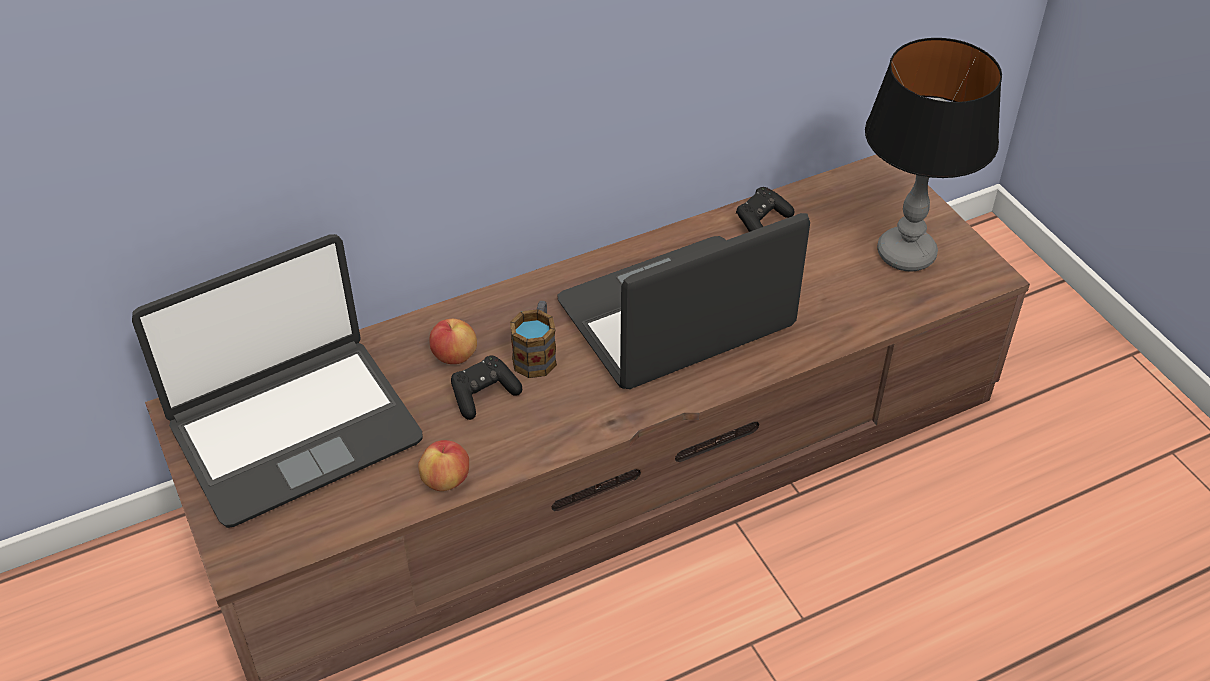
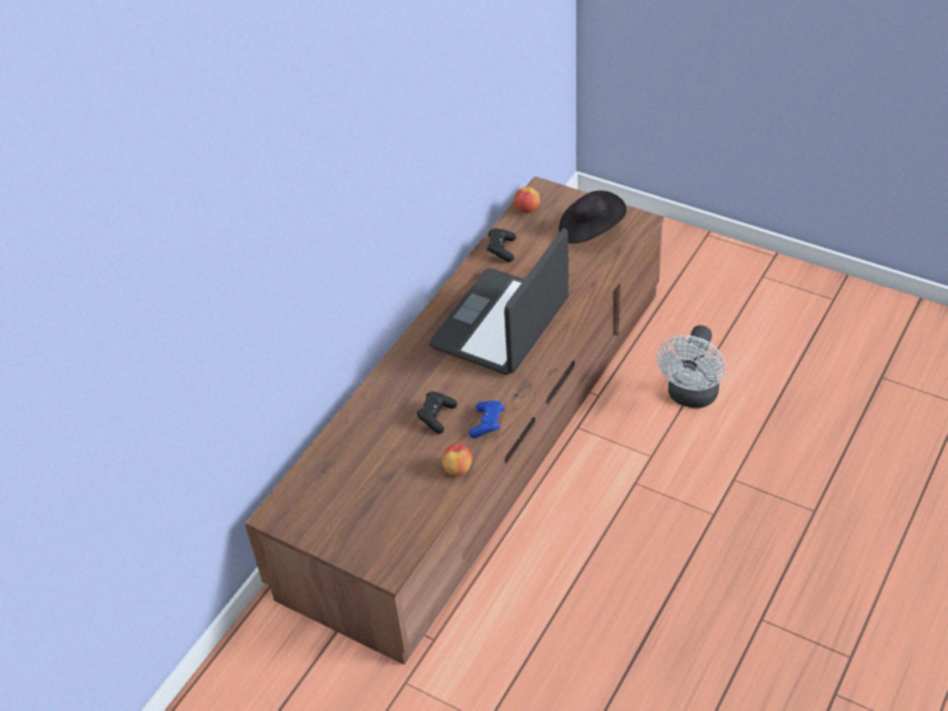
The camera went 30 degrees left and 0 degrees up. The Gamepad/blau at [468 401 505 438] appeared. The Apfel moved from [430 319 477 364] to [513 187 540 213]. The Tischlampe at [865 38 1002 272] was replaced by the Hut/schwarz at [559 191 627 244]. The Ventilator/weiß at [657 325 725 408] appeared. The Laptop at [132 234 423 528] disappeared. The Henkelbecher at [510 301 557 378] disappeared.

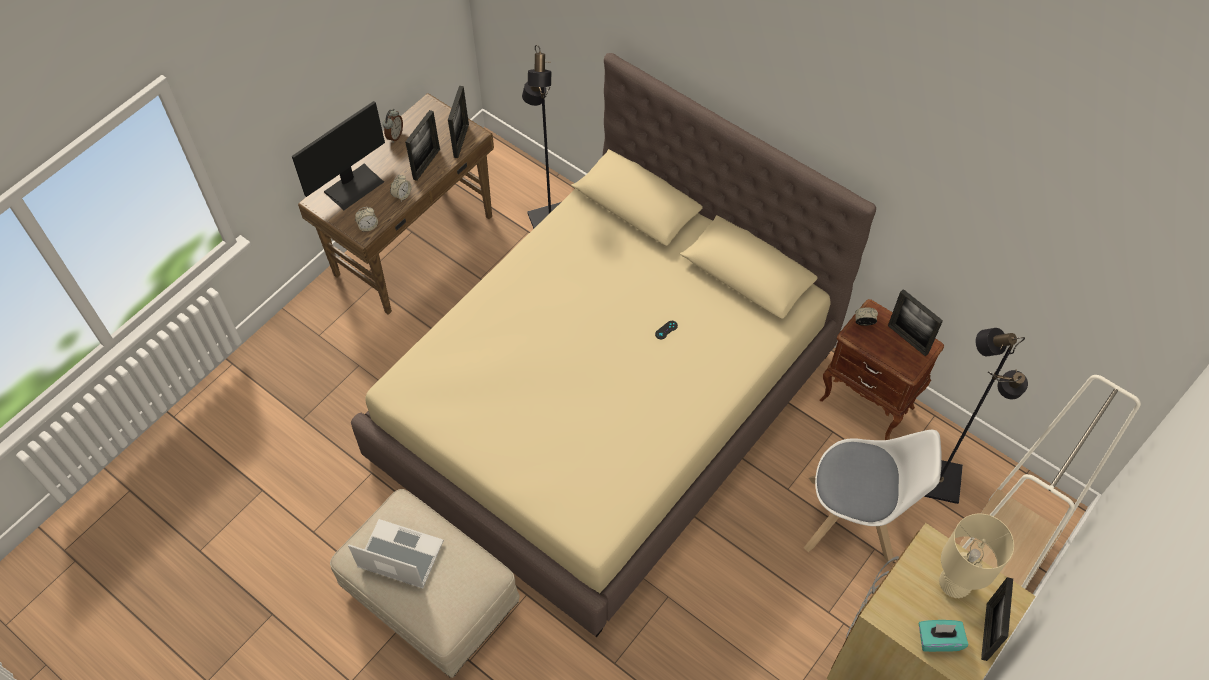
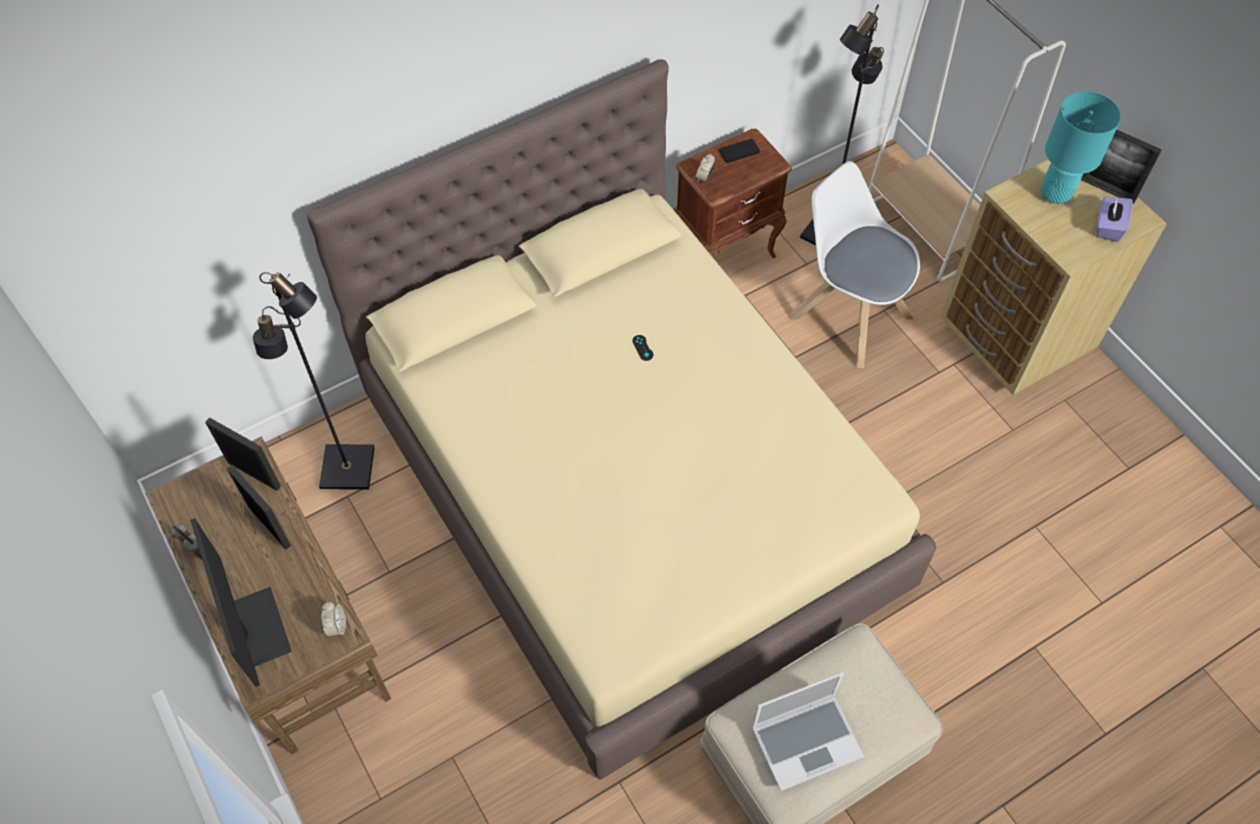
The camera went 70 degrees left and 0 degrees up. The Bilderrahmen at [888 289 943 357] was replaced by the Gamepad/schwarz at [719 139 760 163]. The Laptop at [348 519 444 589] turned 150 degrees counterclockwise. The Stuhl at [804 430 942 563] turned 75 degrees counterclockwise. The Tischlampe/beige at [939 514 1014 598] became the Tischlampe/türkis at [1041 91 1121 204]. The Taschentuchbox/türkis at [919 620 968 652] became the Taschentuchbox/lila at [1096 197 1133 242]. The Wecker at [390 175 411 201] disappeared.

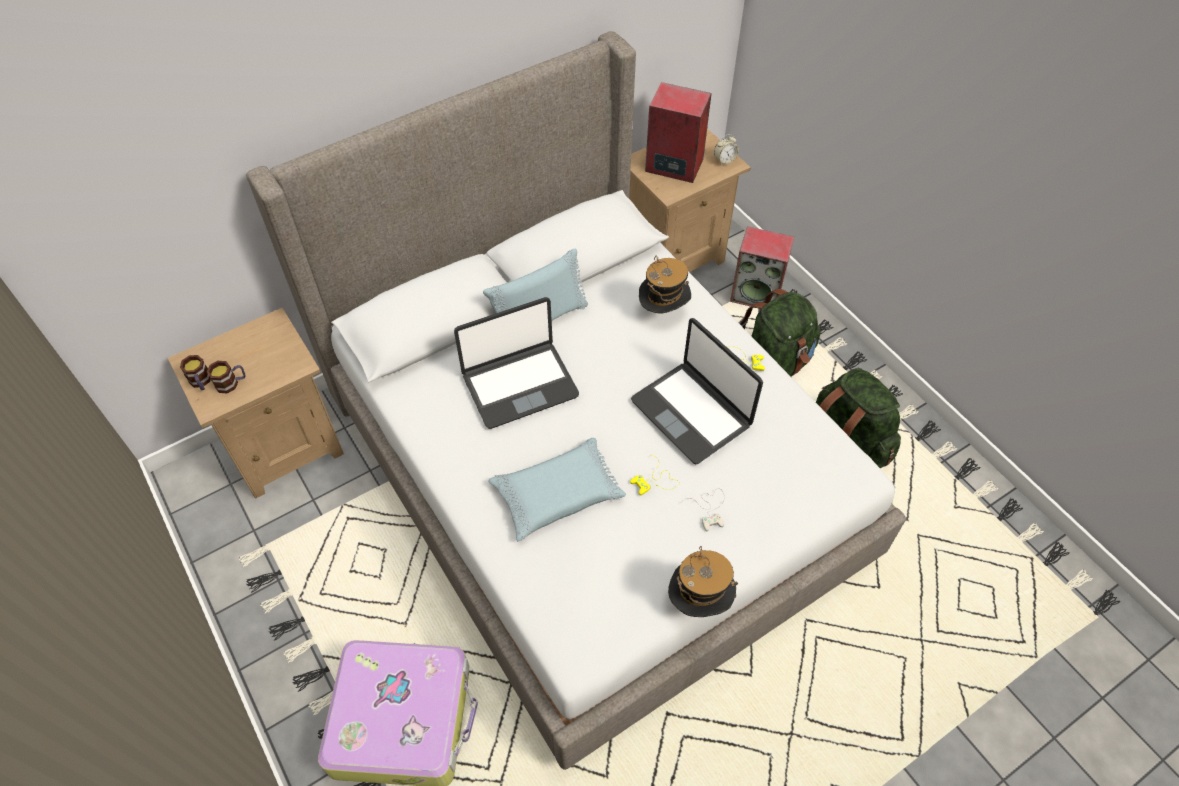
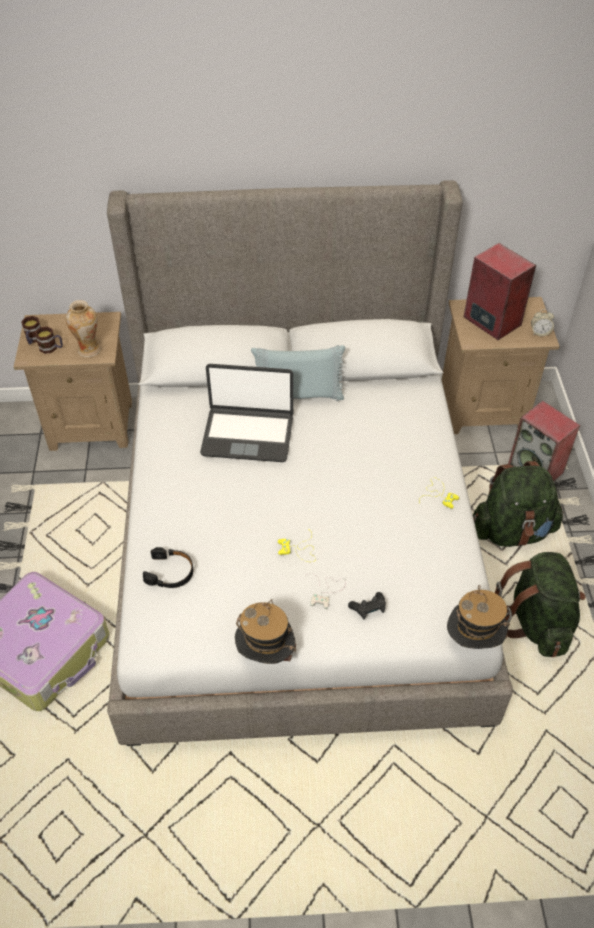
The camera went 30 degrees right and 5 degrees down. The Vase at [66 300 101 357] appeared. The Kopfhörer/schwarz at [143 547 193 588] appeared. The Gamepad/schwarz at [348 592 386 619] appeared. The Hut moved from [639 256 691 314] to [447 585 510 649]. The Kissen/blau at [488 438 626 541] disappeared. The Laptop at [631 318 763 464] disappeared.

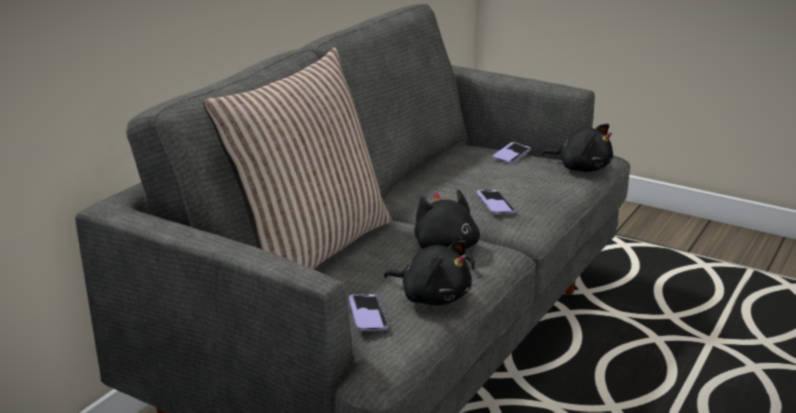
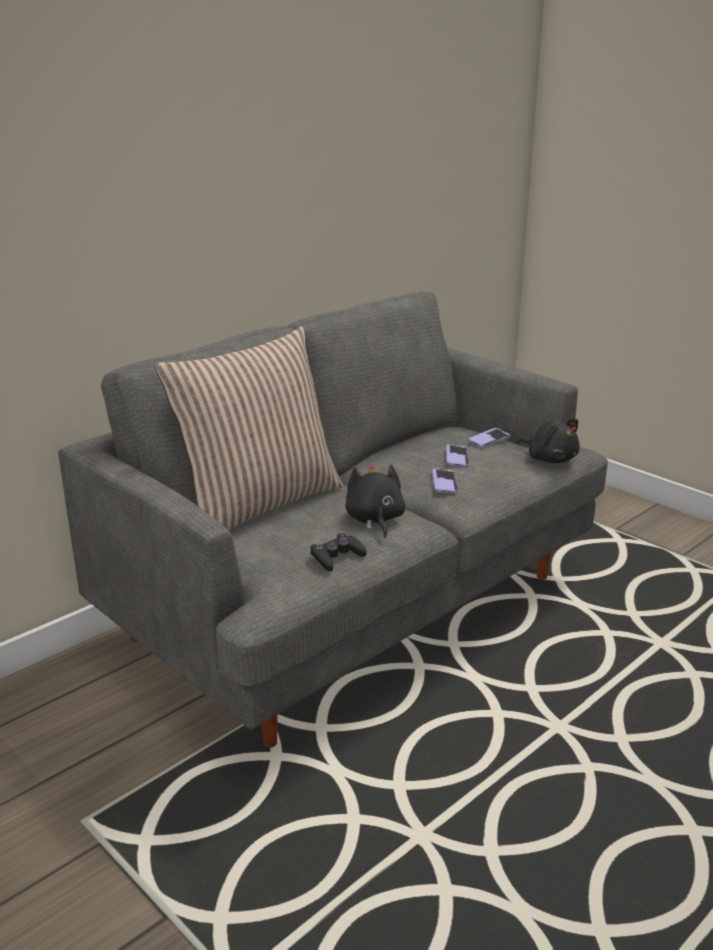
The camera went 15 degrees right and 0 degrees up. The Plüschtier/schwarz at [384 240 472 305] was replaced by the Gamepad/schwarz at [310 533 367 571]. The Handy moved from [348 294 388 331] to [446 445 469 467].

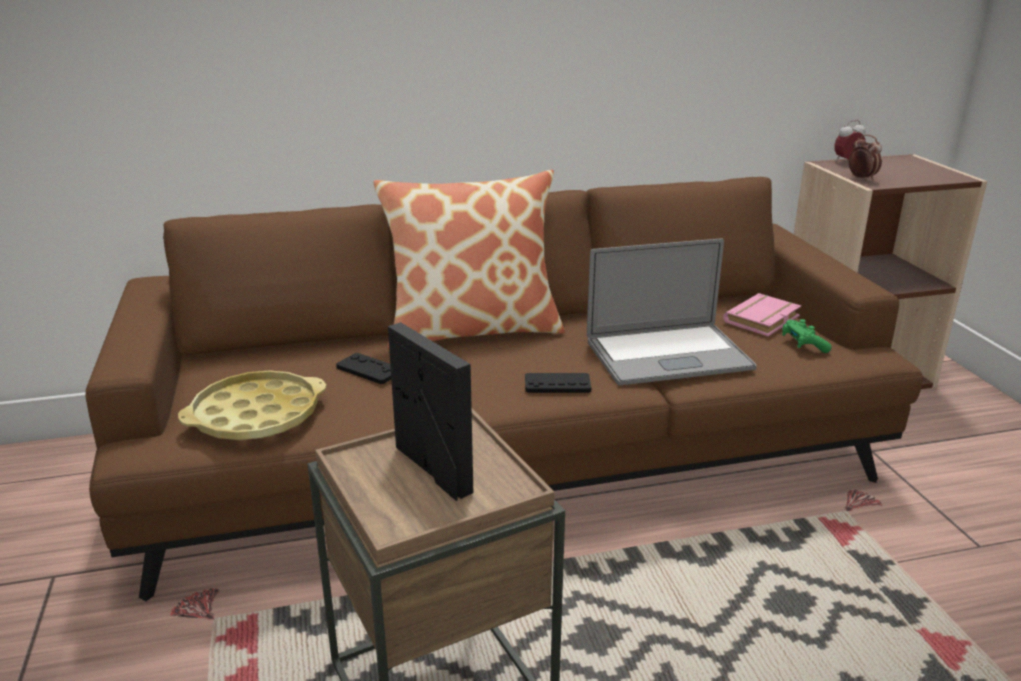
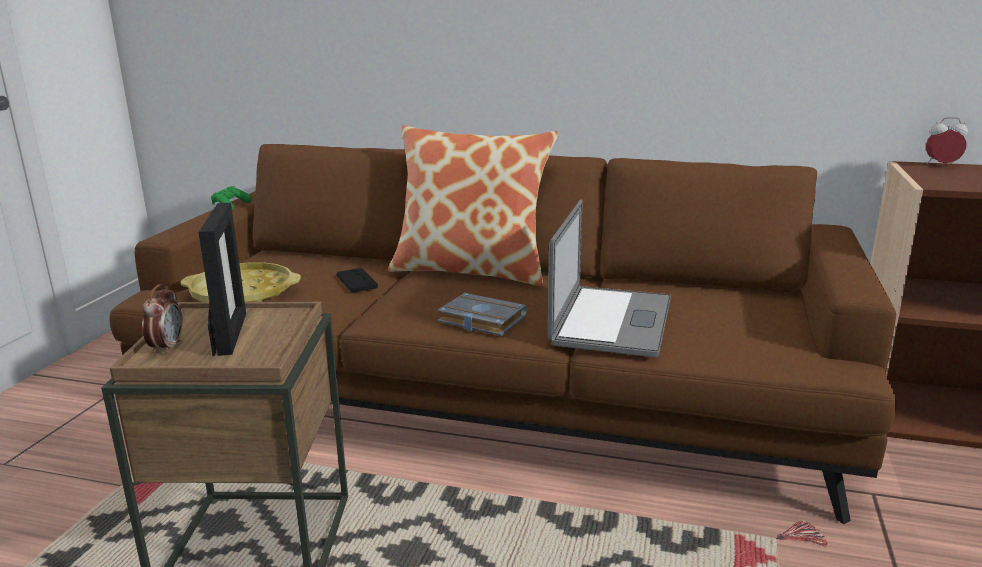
The camera went 30 degrees right and 5 degrees down. The Wecker moved from [849 135 882 181] to [142 284 183 355]. The Gamepad/grün moved from [782 319 832 353] to [211 186 252 211]. The Gamepad/schwarz at [525 373 591 393] was replaced by the Buch/grau at [437 293 528 336]. The Laptop at [587 238 757 386] turned 90 degrees counterclockwise. The Buch/rosa at [723 293 801 336] disappeared.

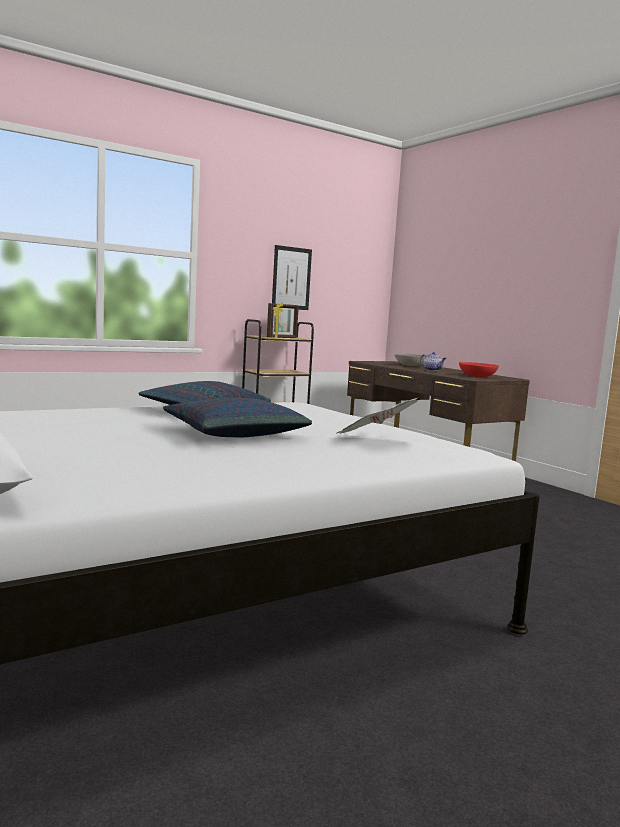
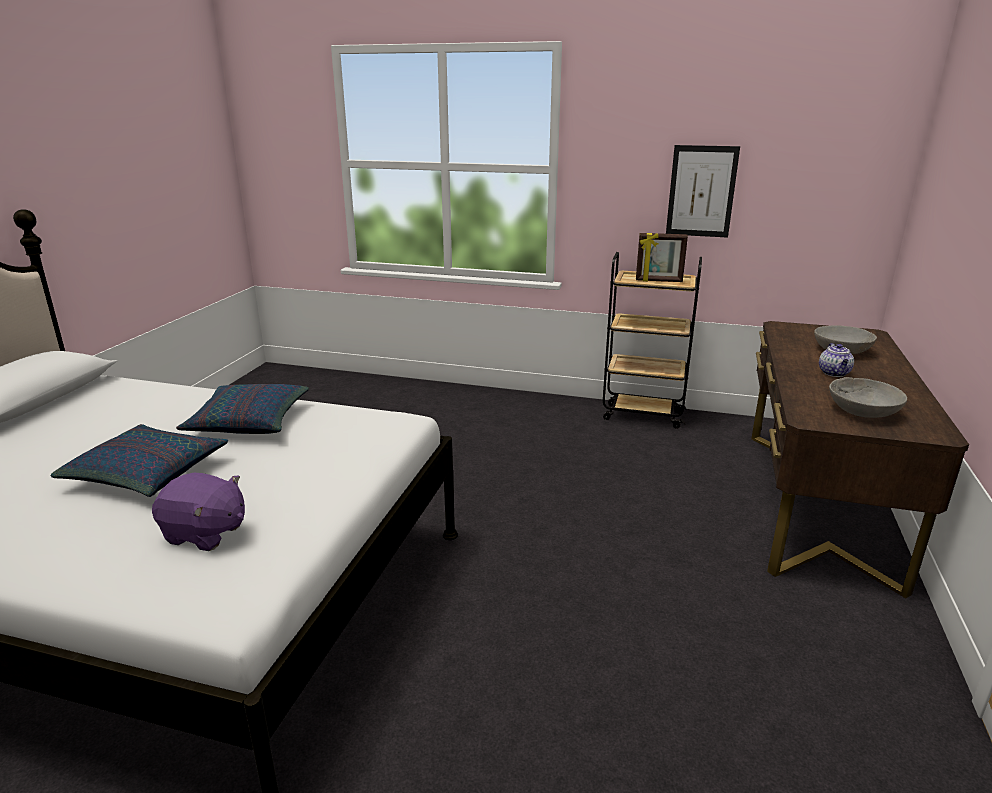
The camera went 50 degrees right and 15 degrees up. The Zeitung at [336 397 419 434] was replaced by the Plüschtier/lila at [152 473 245 551]. The Schüssel/rot at [459 362 499 377] became the Schüssel/grau at [829 377 907 418].

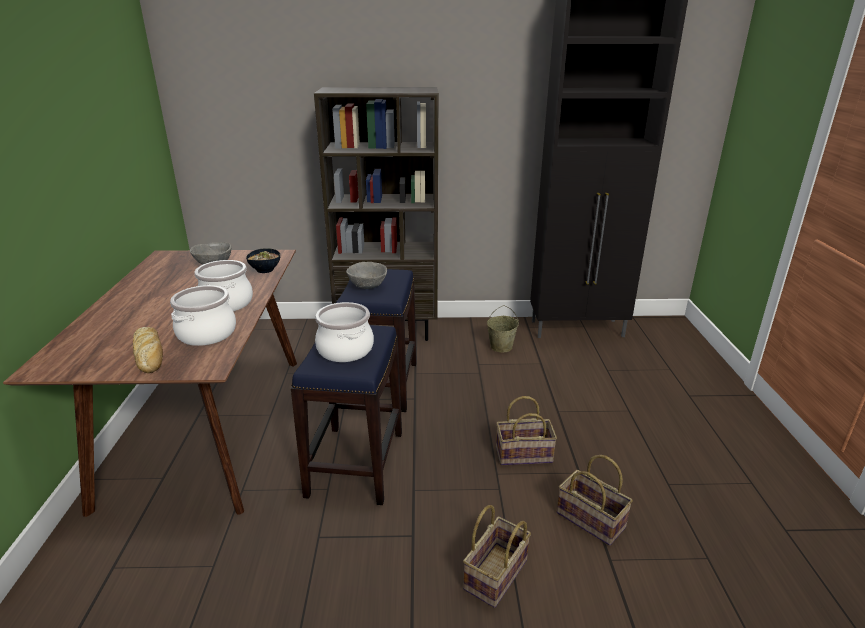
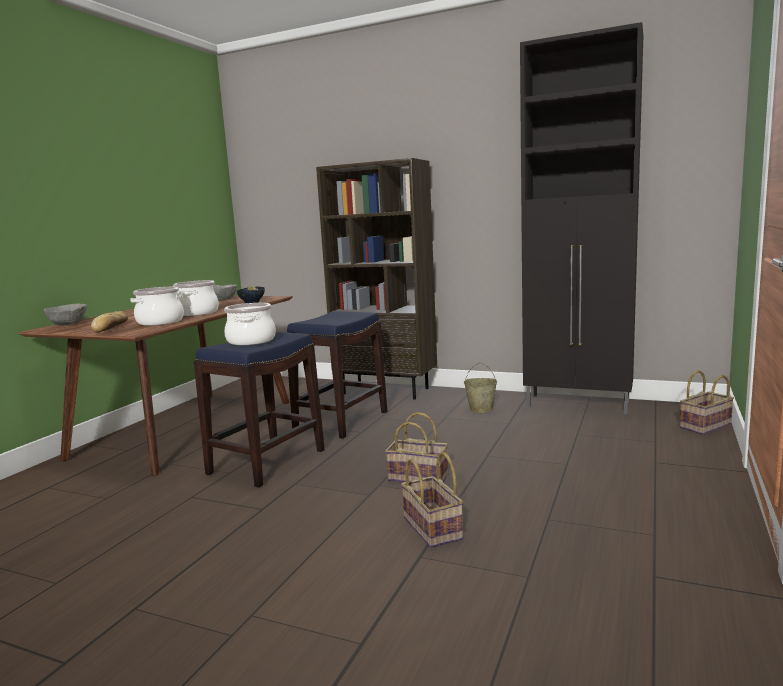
The camera went 25 degrees right and 15 degrees down. The Schüssel/grau moved from [346 262 387 289] to [44 304 87 325]. The Korb moved from [463 505 531 608] to [680 370 734 434].

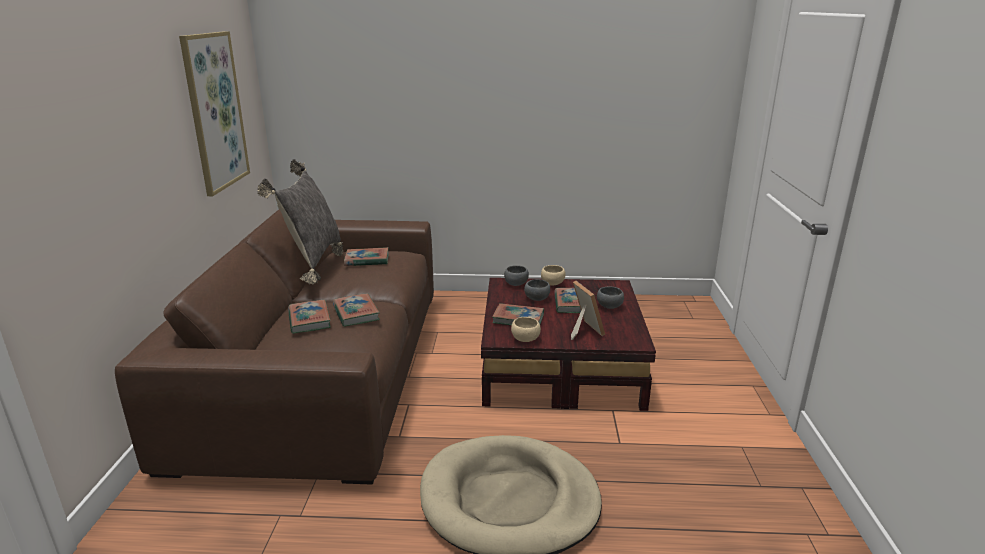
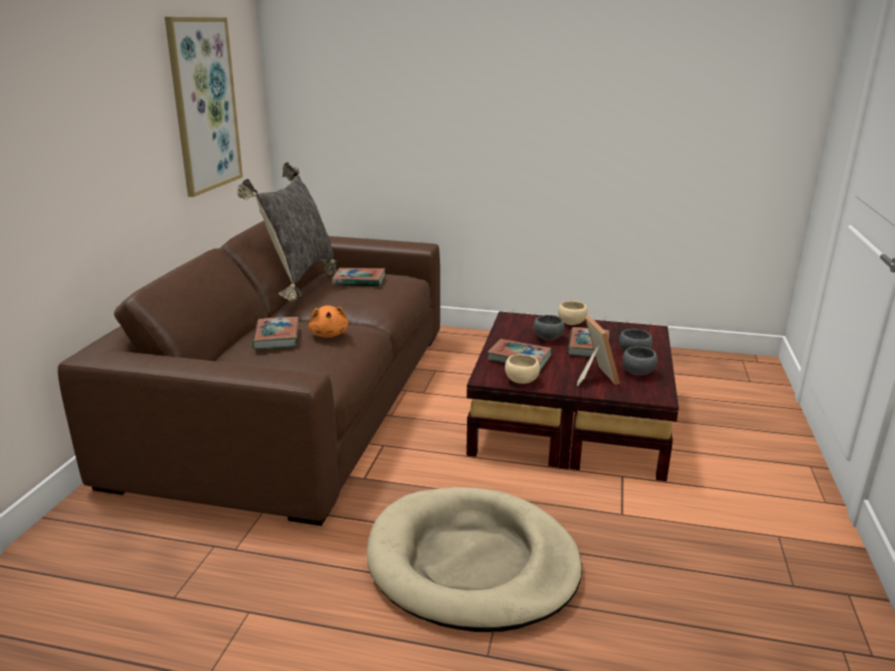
The camera went 10 degrees right and 0 degrees up. The Buch at [333 293 380 327] was replaced by the Plüschtier/orange at [309 305 348 338]. The Schüssel/grau moved from [504 265 529 286] to [622 347 658 375].

